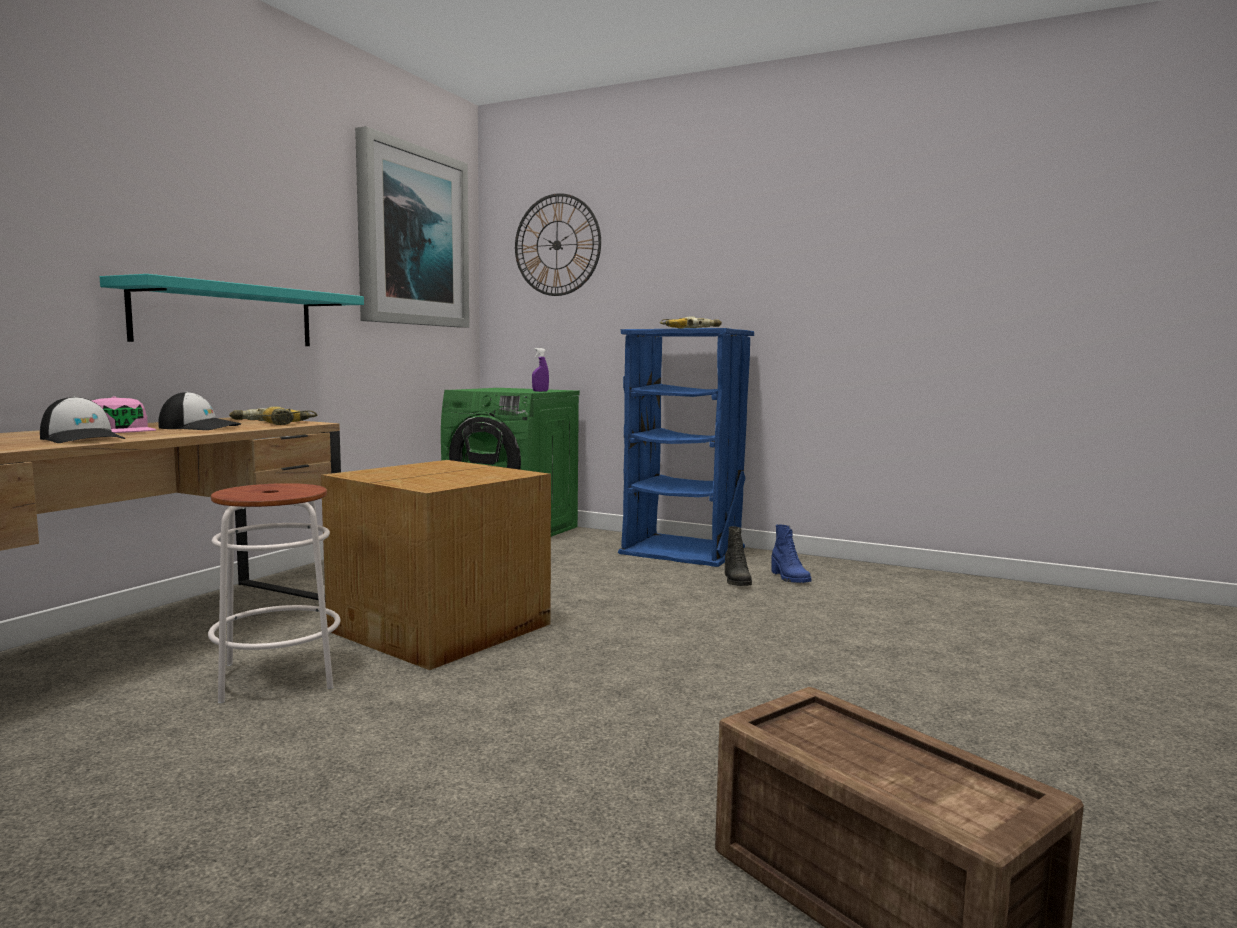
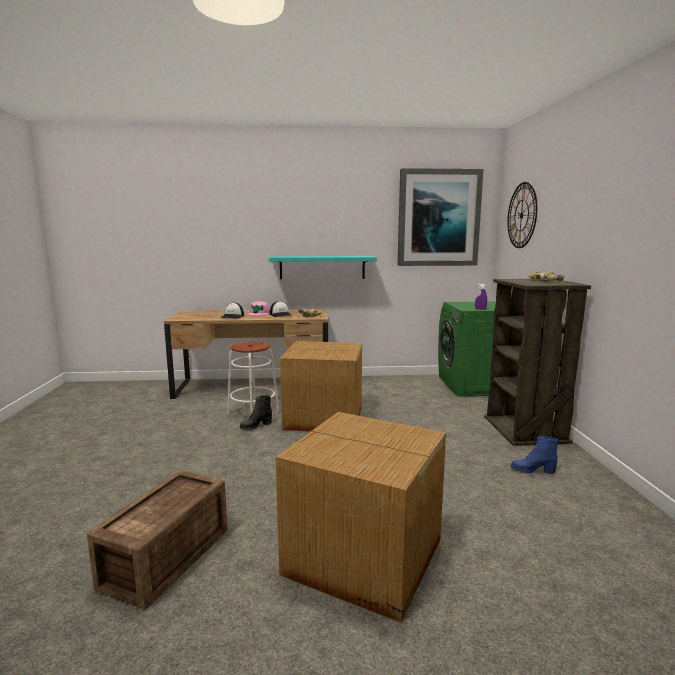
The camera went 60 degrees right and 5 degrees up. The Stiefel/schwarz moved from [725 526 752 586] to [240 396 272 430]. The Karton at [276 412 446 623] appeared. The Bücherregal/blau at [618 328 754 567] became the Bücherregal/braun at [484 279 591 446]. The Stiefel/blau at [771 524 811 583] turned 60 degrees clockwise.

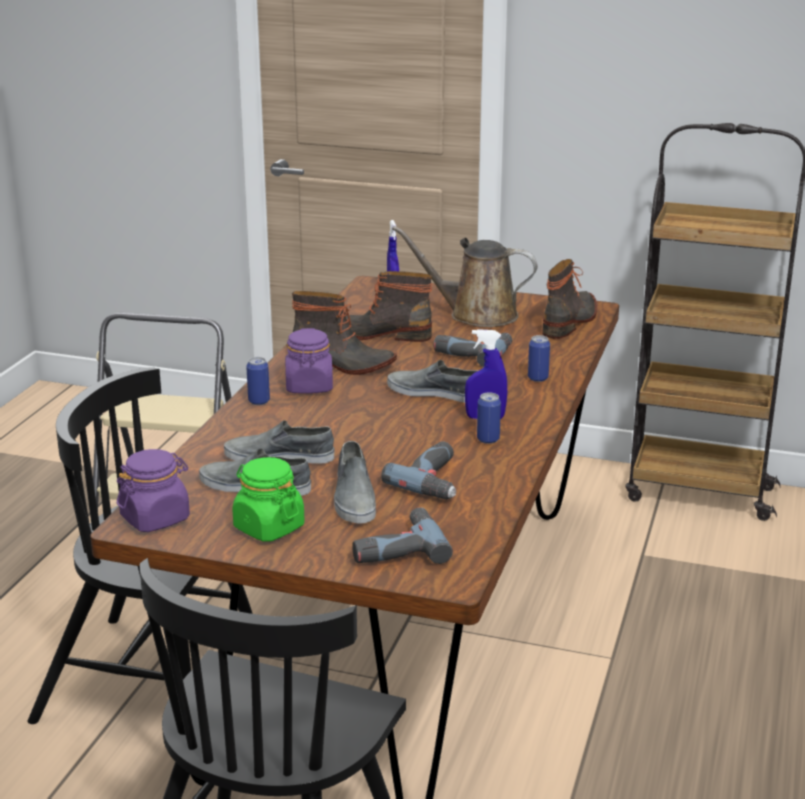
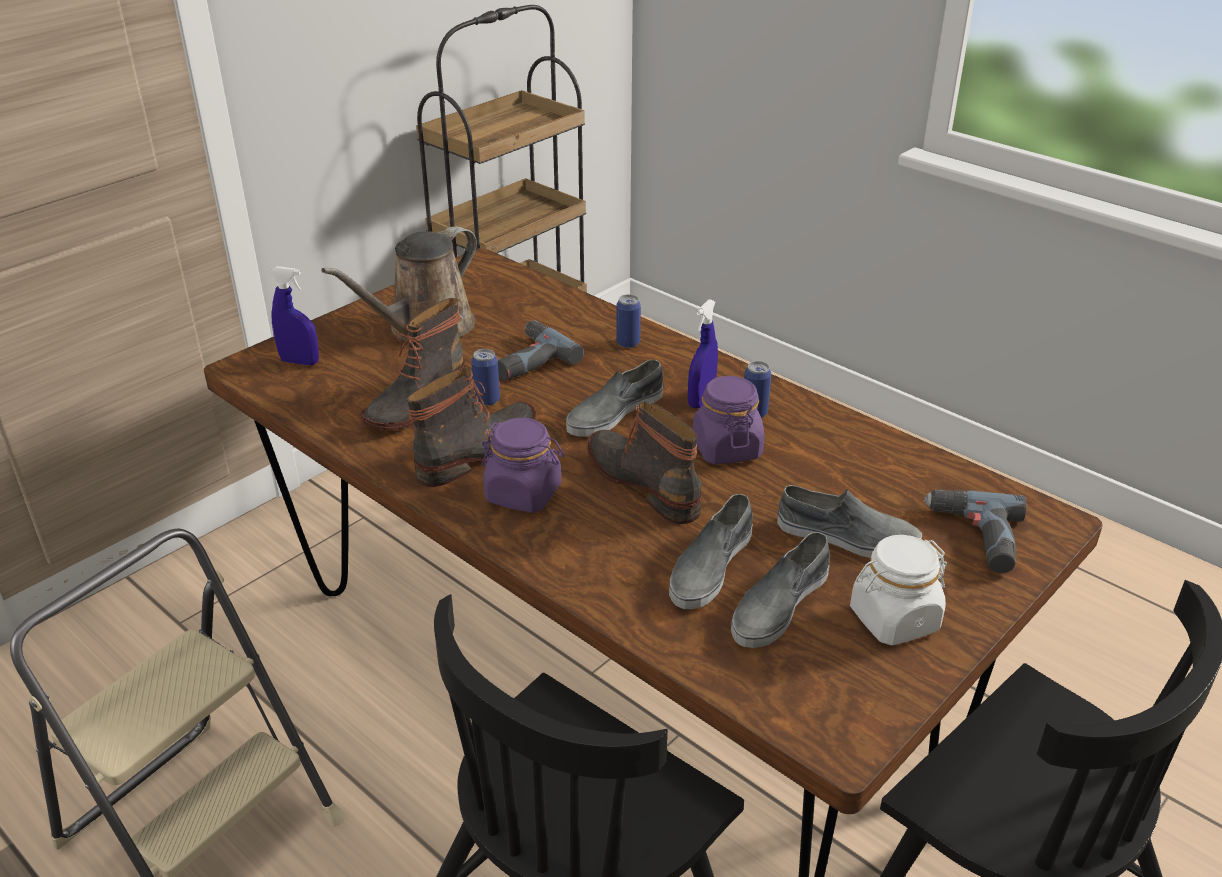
The camera went 65 degrees left and 10 degrees up. The Dose moved from [246 357 270 405] to [471 349 500 406]. The Stiefel moved from [542 259 597 339] to [587 402 702 524]. The Vorratsglas/lila moved from [117 449 190 532] to [693 375 764 464]. The Vorratsglas/grün at [232 457 305 542] became the Vorratsglas/weiß at [850 535 947 645]. The Bohrmaschine at [381 441 456 500] disappeared.

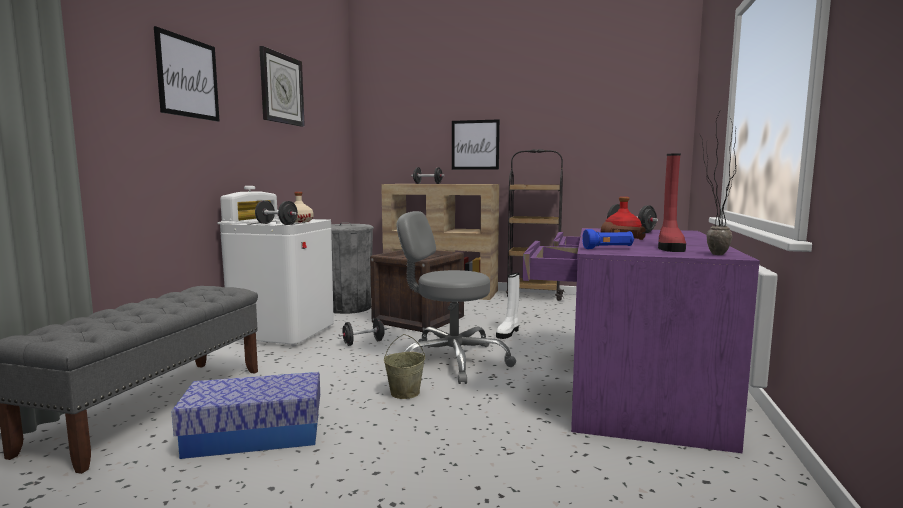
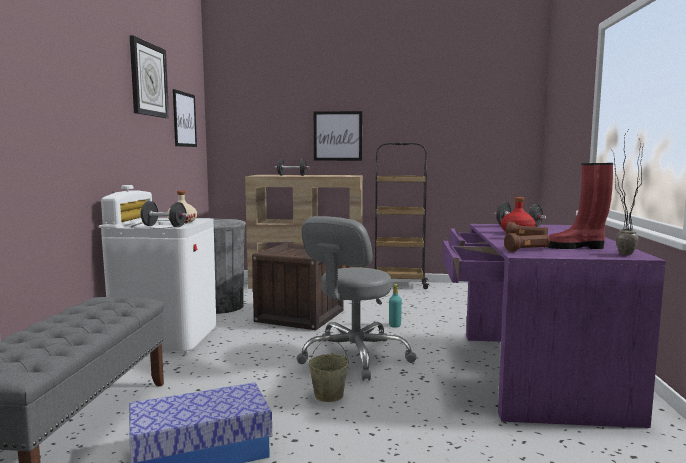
The camera went 10 degrees left and 0 degrees up. The Bild moved from [154 26 219 122] to [173 89 197 147]. The Bürostuhl/grau at [397 211 516 384] turned 60 degrees counterclockwise. The Stiefel/weiß at [496 273 519 339] was replaced by the Flasche/türkis at [389 284 402 328]. The Taschenlampe/blau at [582 229 634 249] became the Taschenlampe/braun at [504 233 550 252]. The Stiefel/rot at [658 153 686 252] turned 90 degrees clockwise. The Hantel/schwarz at [339 318 387 346] disappeared.

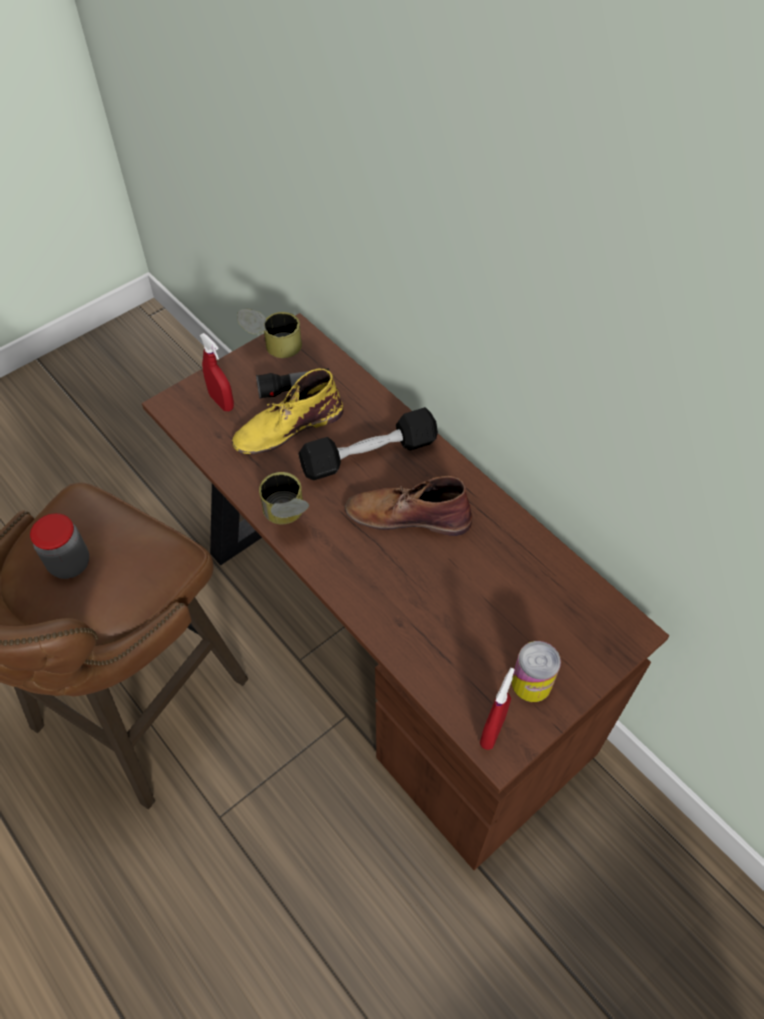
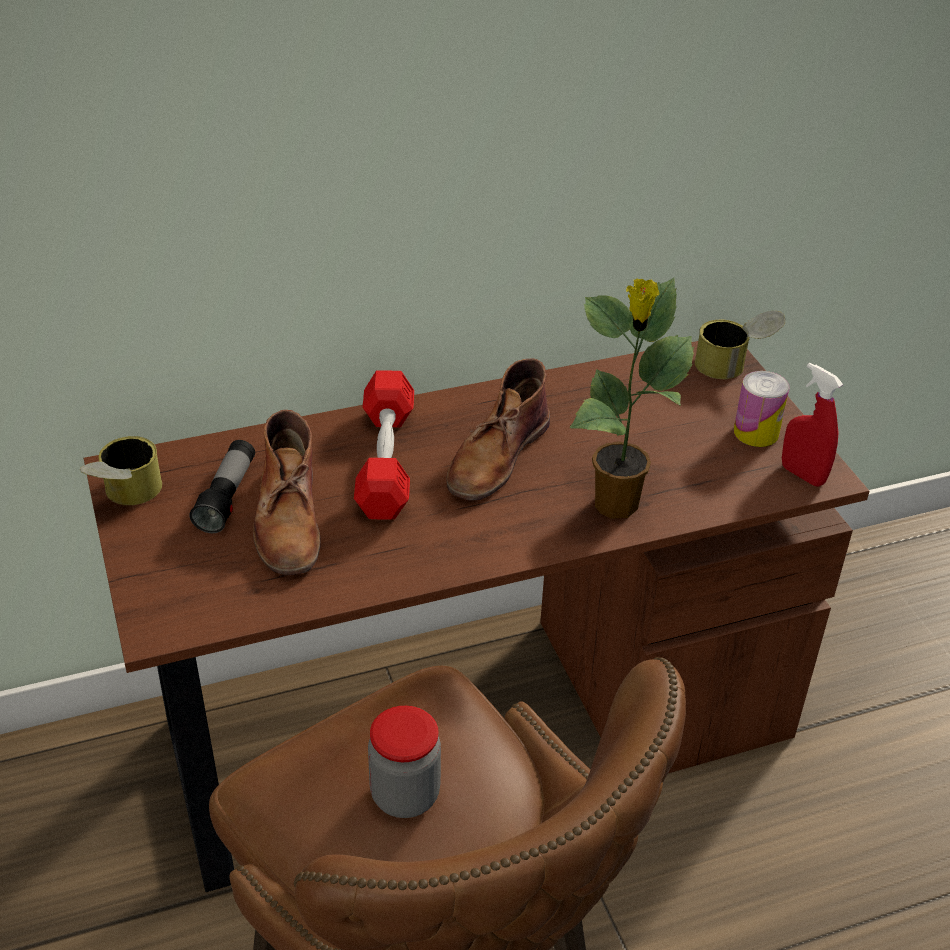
The camera went 70 degrees left and 15 degrees down. The Stiefel/gelb at [232 368 343 454] became the Stiefel/braun at [253 410 321 575]. The Hantel/schwarz at [298 407 438 480] became the Hantel/rot at [354 370 414 520]. The Topfpflanze at [570 278 694 519] appeared. The Dose moved from [259 472 309 525] to [695 311 785 379]. The Sprühflasche/rot at [199 333 234 411] disappeared.

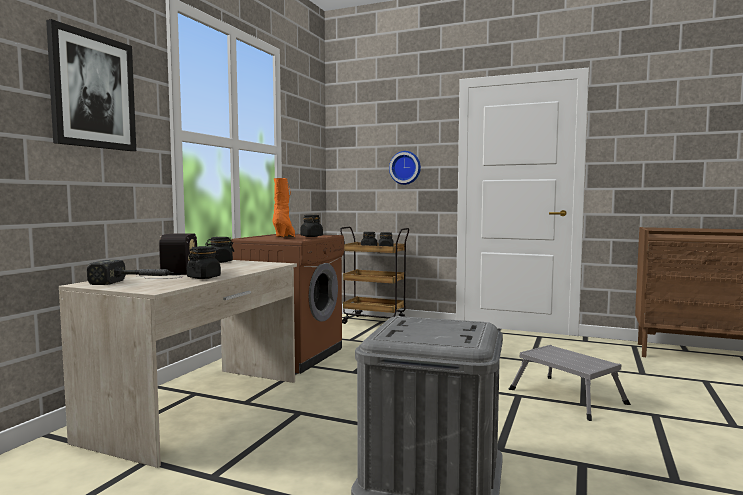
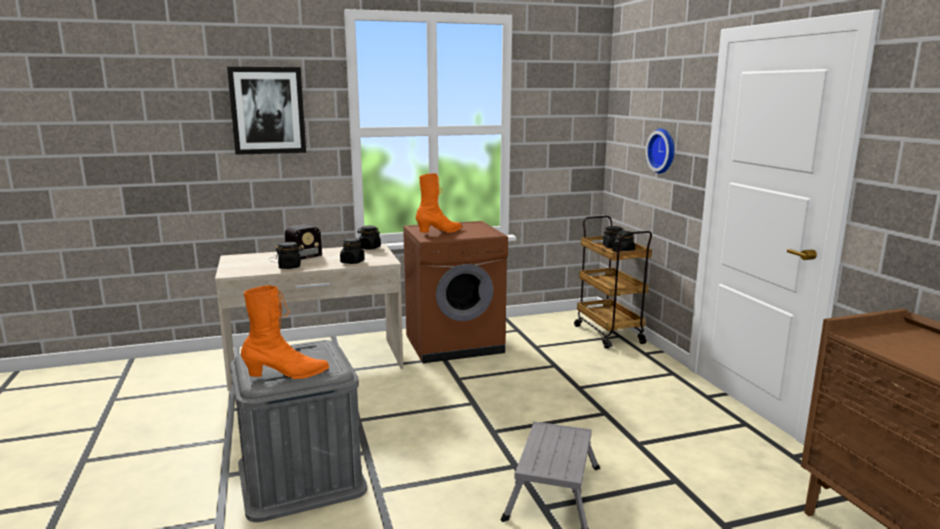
The camera went 50 degrees right and 10 degrees up. The Stiefel/orange at [241 285 329 379] appeared. The Vorratsglas/schwarz moved from [300 215 323 237] to [340 238 365 264]. The Hammer at [87 260 174 285] disappeared.

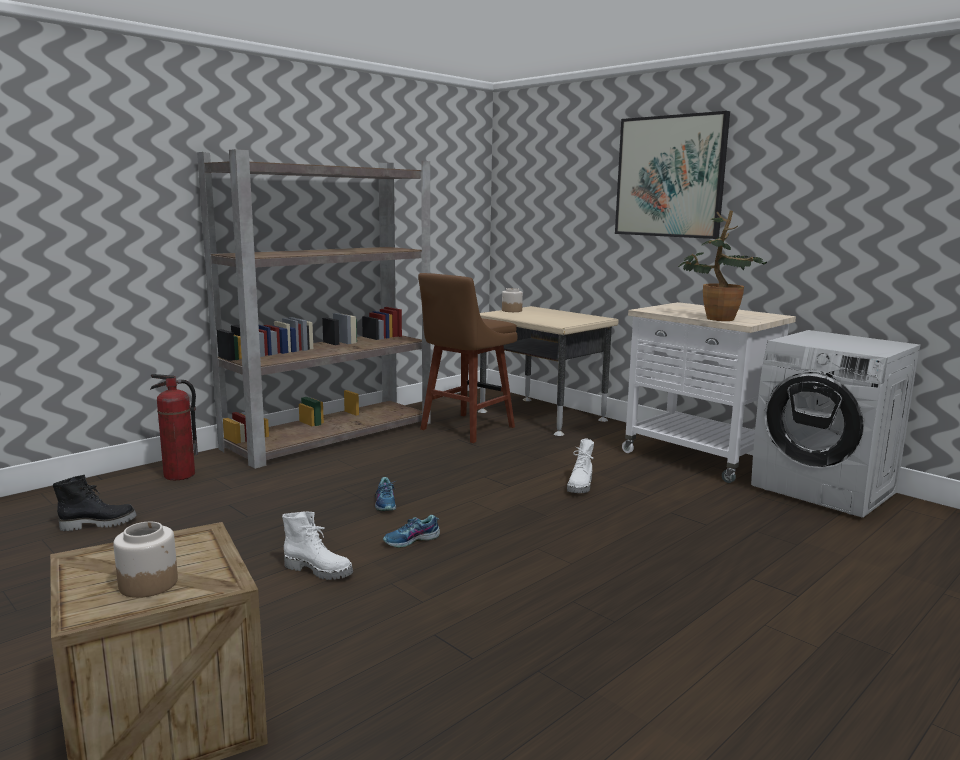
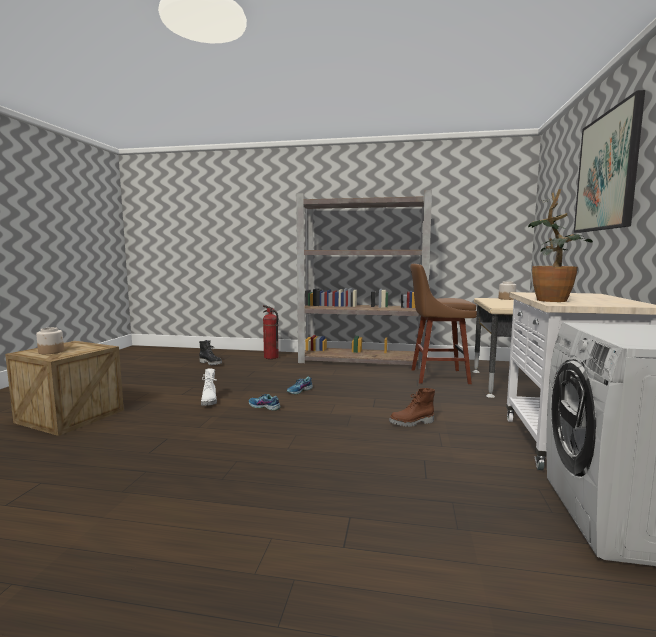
The camera went 55 degrees right and 5 degrees down. The Stiefel/weiß at [567 439 594 493] became the Stiefel/braun at [389 388 435 427].

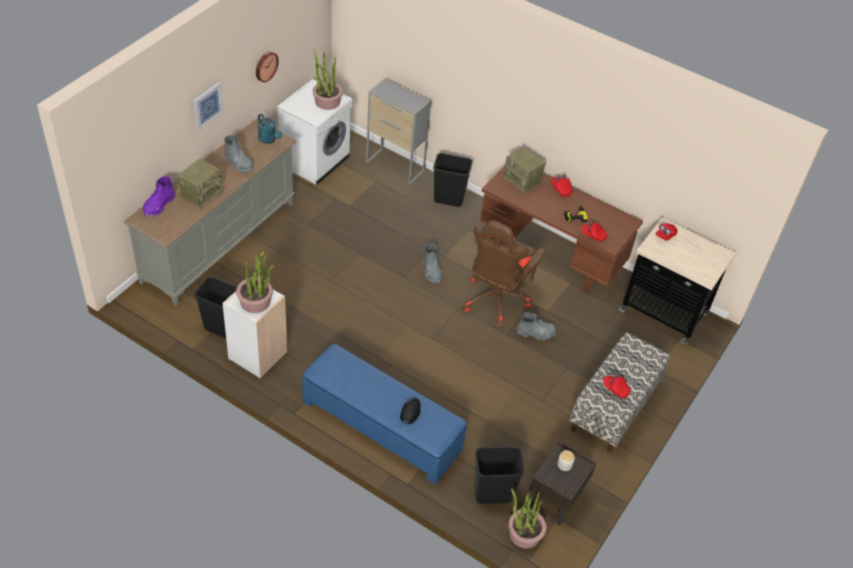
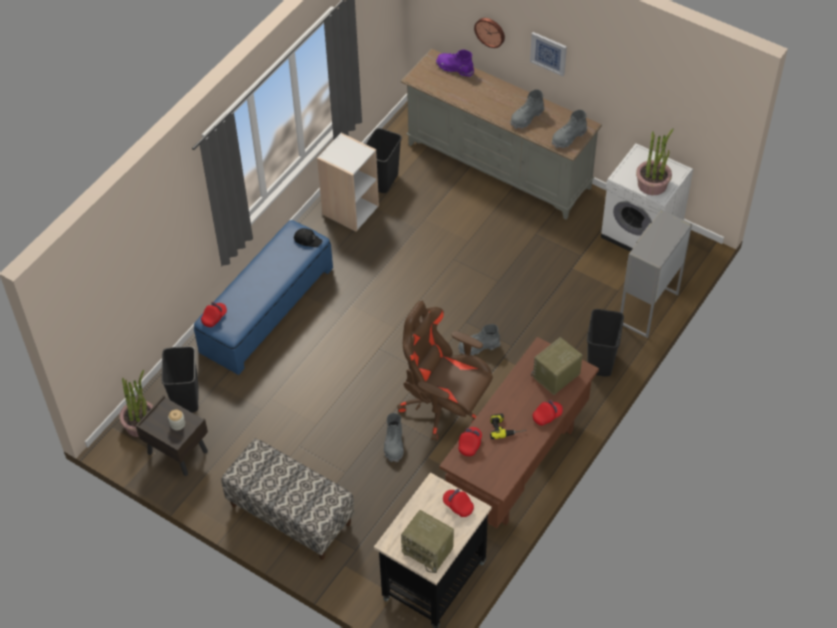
The camera went 95 degrees right and 5 degrees up. The Kappe/rot moved from [603 374 630 398] to [201 302 227 327]. The Kappe/schwarz moved from [400 398 421 424] to [293 228 322 247]. The Radio moved from [178 158 224 209] to [401 510 454 573]. The Wanduhr moved from [256 52 279 82] to [474 18 505 48]. The Gießkanne/türkis at [258 114 282 144] was replaced by the Stiefel/grau at [552 110 587 148]. The Topfpflanze at [236 251 275 313] disappeared.

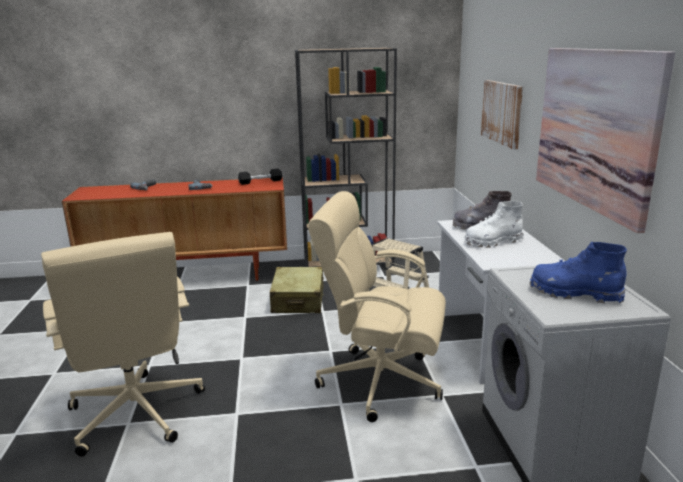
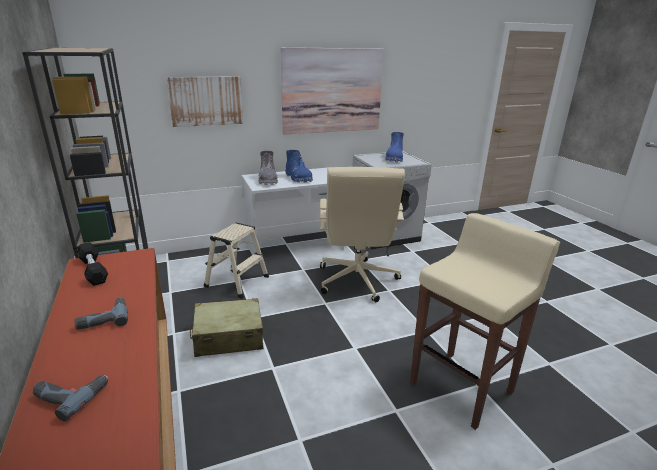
The camera went 105 degrees left and 5 degrees up. The Stiefel/weiß at [464 201 524 248] became the Stiefel/blau at [285 150 313 183]. The Bürostuhl/beige at [41 232 205 457] was replaced by the Hocker/beige at [410 213 560 430].

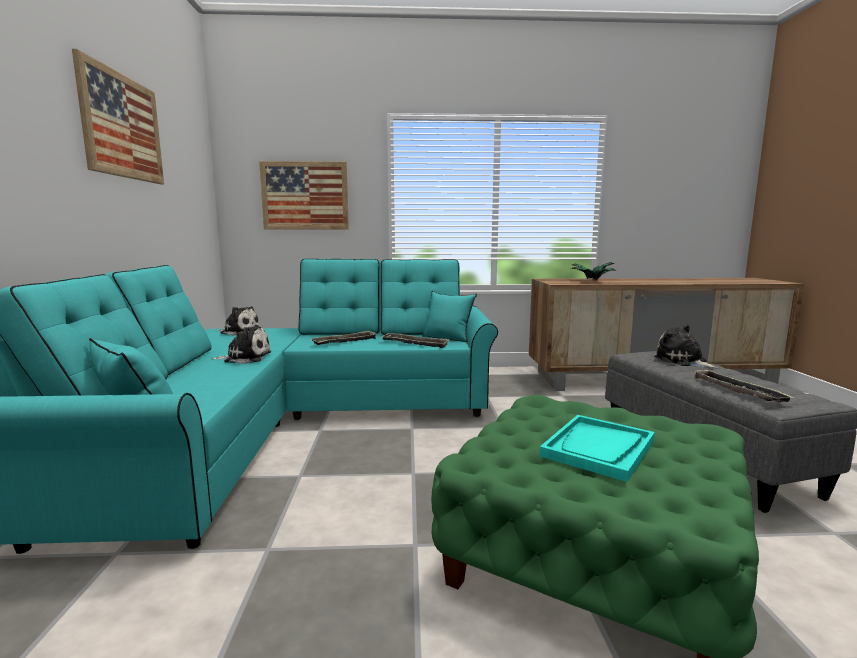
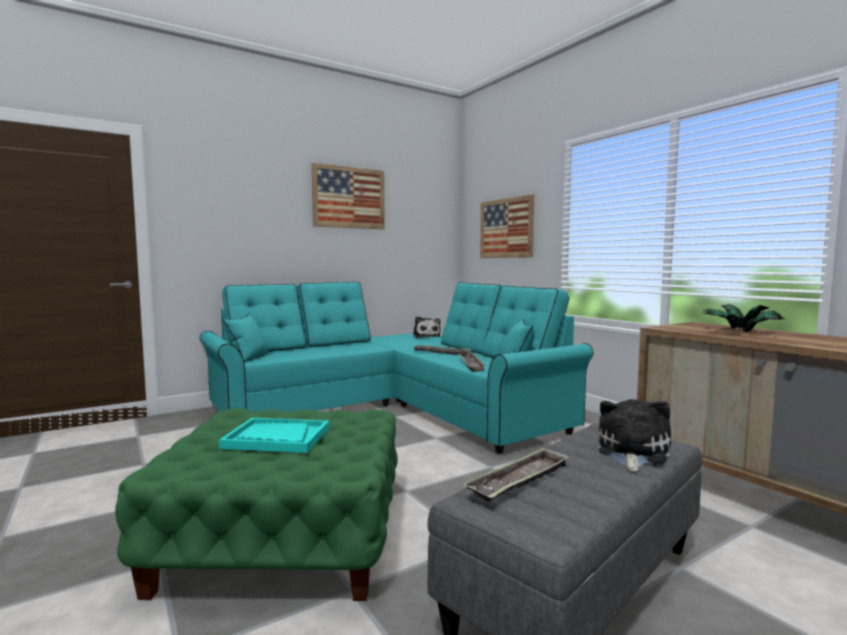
The camera went 60 degrees right and 5 degrees down. The Plüschtier at [212 325 271 364] disappeared.

